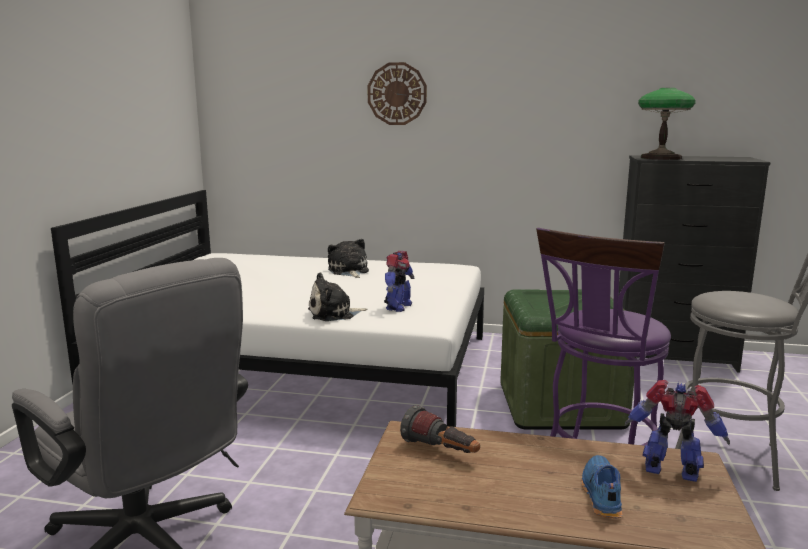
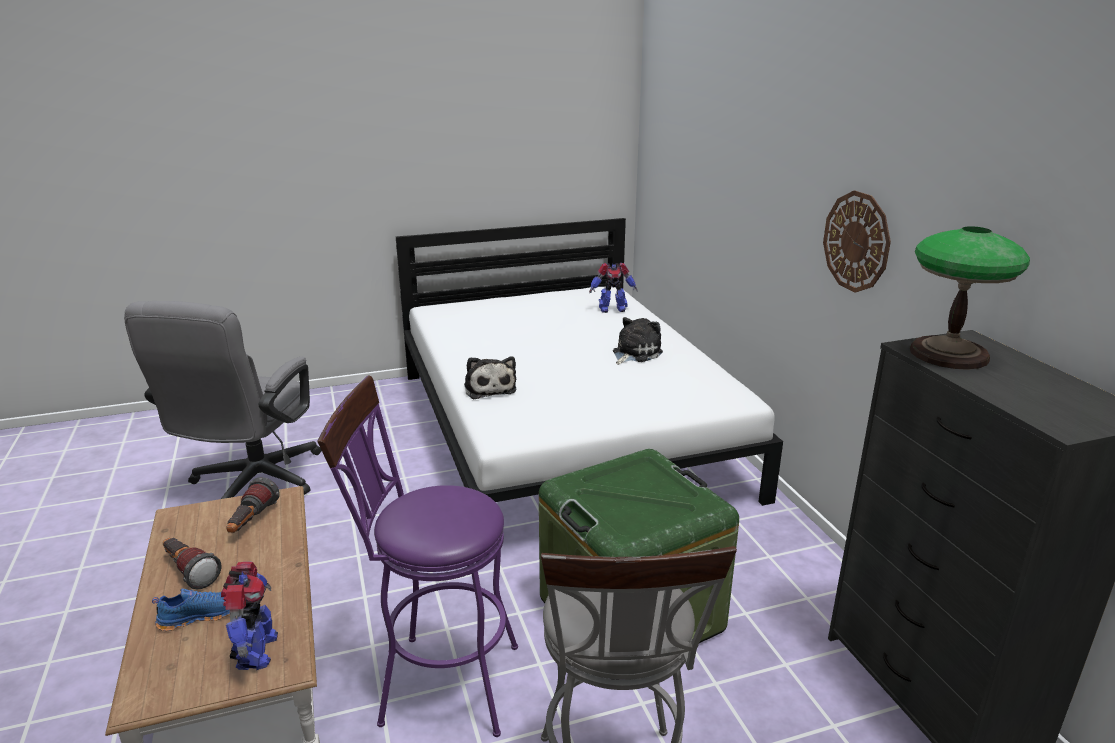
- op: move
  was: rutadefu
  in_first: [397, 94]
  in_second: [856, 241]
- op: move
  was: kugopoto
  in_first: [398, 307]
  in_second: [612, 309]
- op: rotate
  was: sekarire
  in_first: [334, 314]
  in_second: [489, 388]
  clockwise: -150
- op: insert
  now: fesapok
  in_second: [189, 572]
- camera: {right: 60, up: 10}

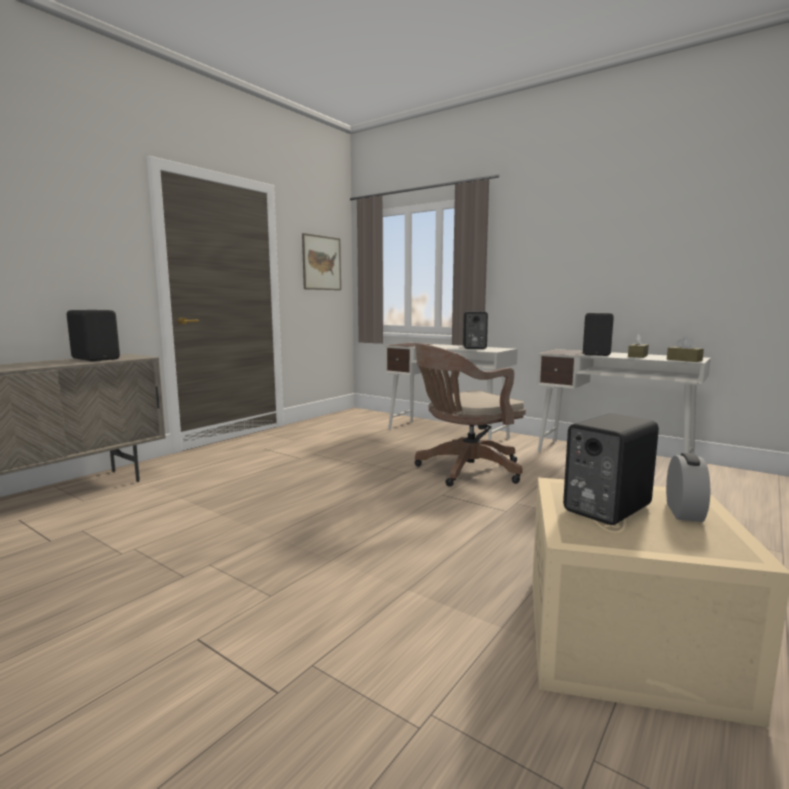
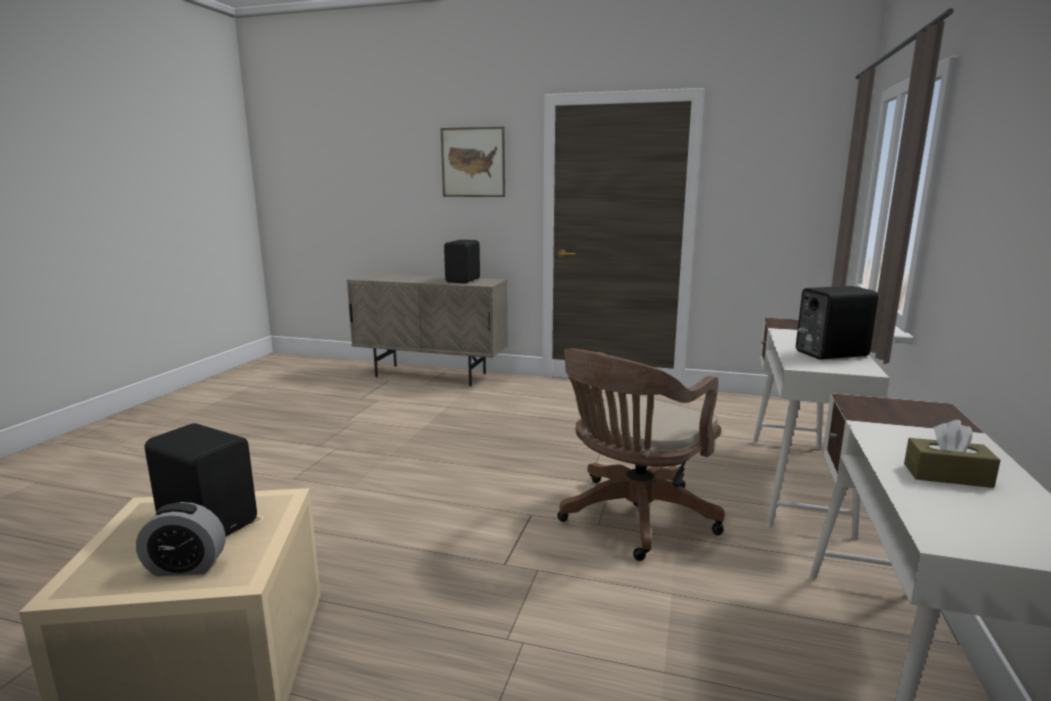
- op: move
  was: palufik
  in_first: [322, 263]
  in_second: [473, 162]
- op: delete
  was: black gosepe
  in_first: [597, 354]
- op: delete
  was: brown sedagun
  in_first: [684, 360]
- op: rotate
  was: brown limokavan
  in_first: [465, 470]
  in_second: [633, 518]
  clockwise: -90
- camera: {right: 70, up: 5}

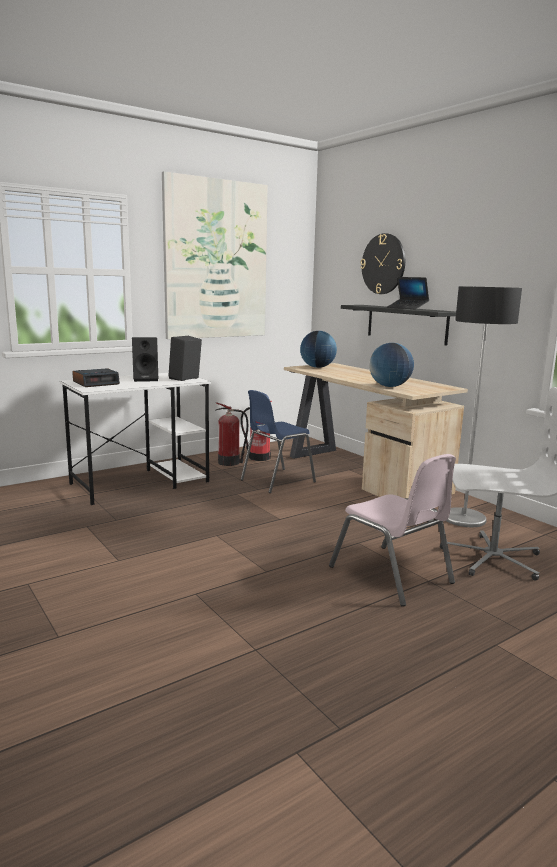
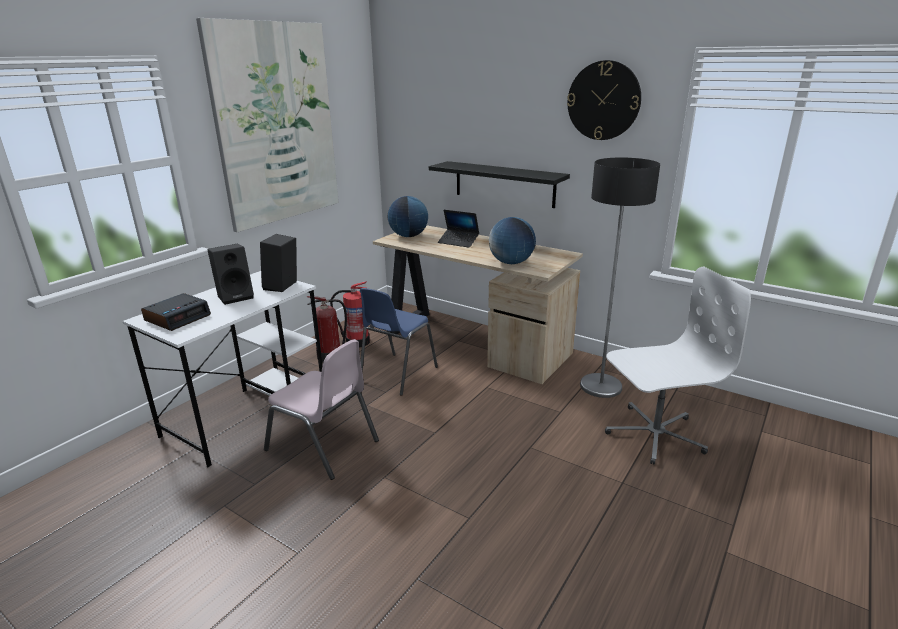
- op: move
  was: rutadefu
  in_first: [383, 264]
  in_second: [603, 101]
- op: move
  was: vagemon
  in_first: [407, 308]
  in_second: [458, 242]
- op: move
  was: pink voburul
  in_first: [391, 575]
  in_second: [323, 445]
- camera: {right: -20, up: 10}

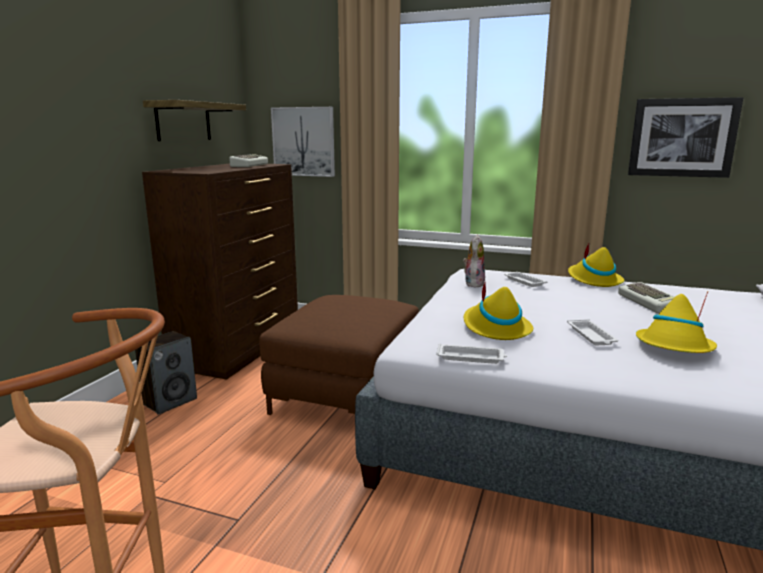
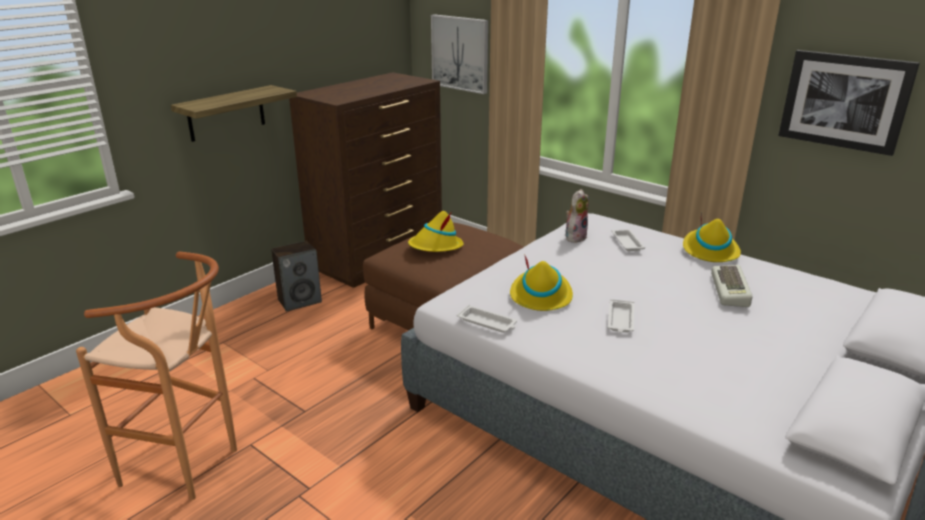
- op: move
  was: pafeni
  in_first: [183, 121]
  in_second: [226, 113]
- op: delete
  was: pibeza
  in_first: [248, 165]
- op: move
  was: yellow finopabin
  in_first: [674, 347]
  in_second: [435, 247]
- camera: {right: 20, up: 10}

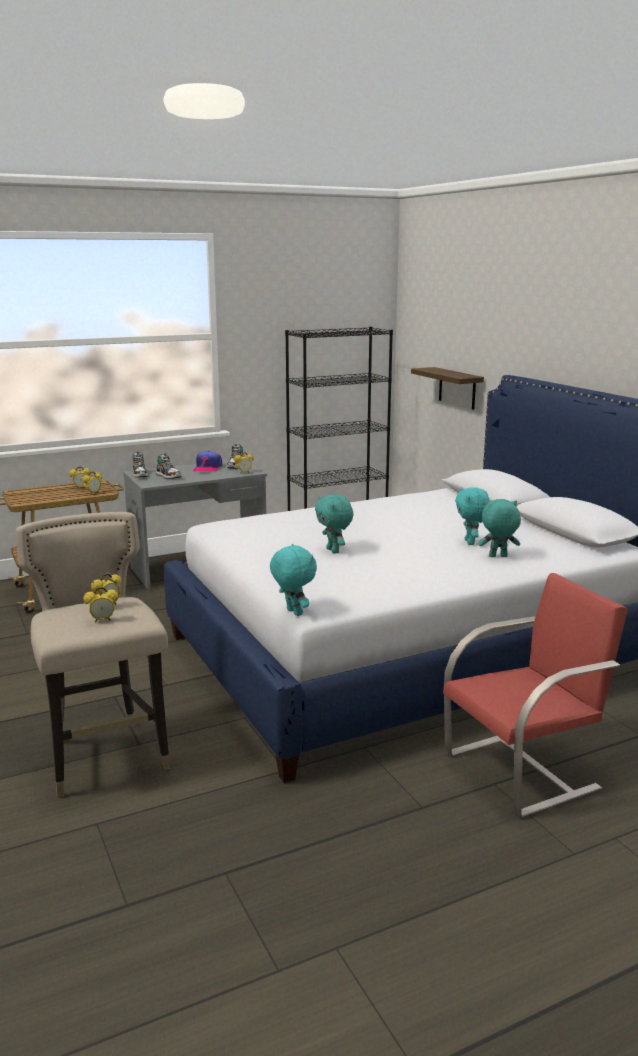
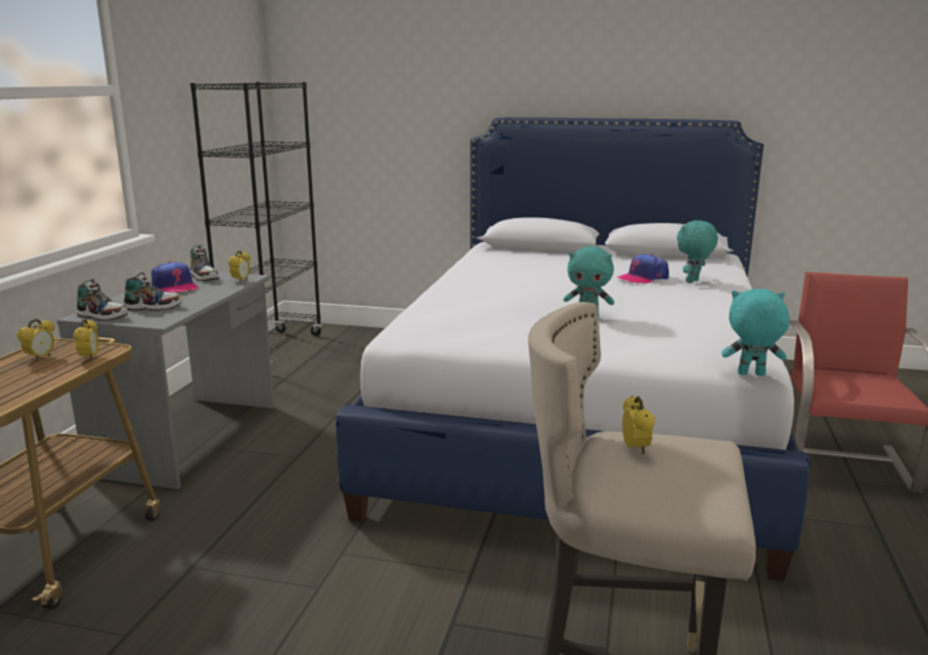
- op: delete
  was: pafeni
  in_first: [457, 388]
- op: replace
  was: turquoise sekarire
  now: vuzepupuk
  in_first: [471, 542]
  in_second: [643, 278]
- op: delete
  was: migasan
  in_first: [102, 620]
- camera: {right: -50, up: 0}

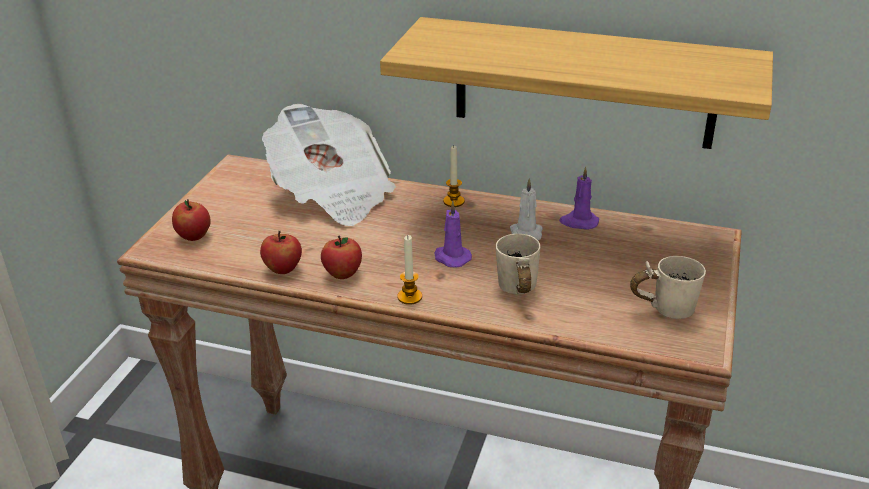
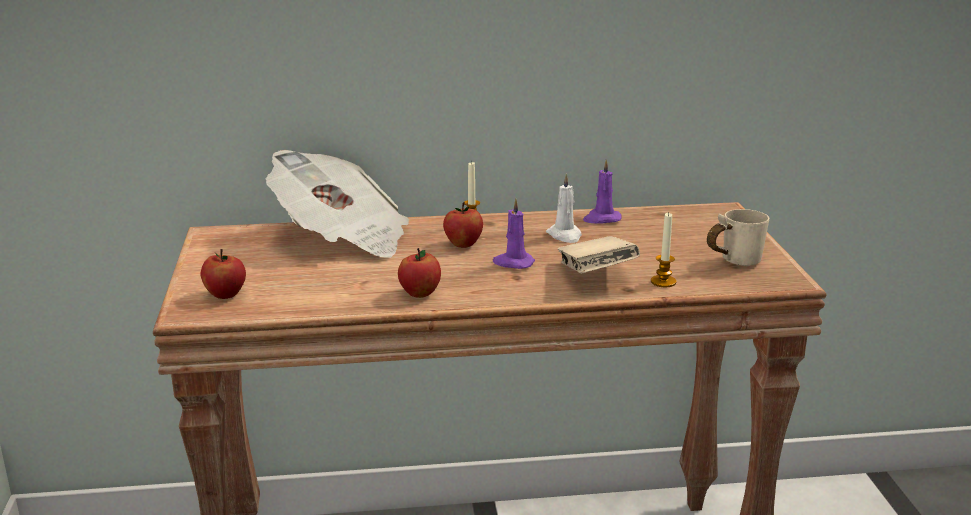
- op: delete
  was: pafeni
  in_first: [583, 83]
- op: move
  was: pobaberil
  in_first: [283, 269]
  in_second: [463, 244]
- op: replace
  was: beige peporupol
  now: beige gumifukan
  in_first: [513, 292]
  in_second: [596, 275]
- op: move
  was: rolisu
  in_first: [409, 297]
  in_second: [663, 282]
- camera: {right: -25, up: -10}

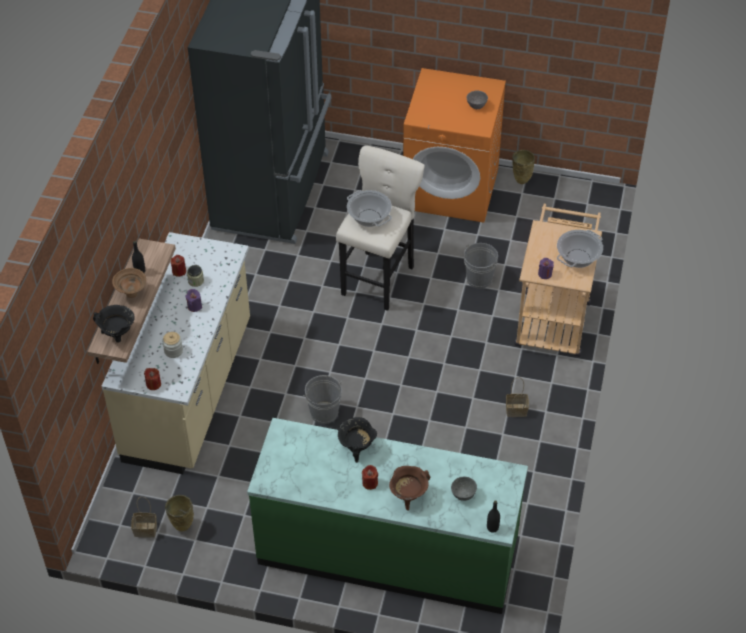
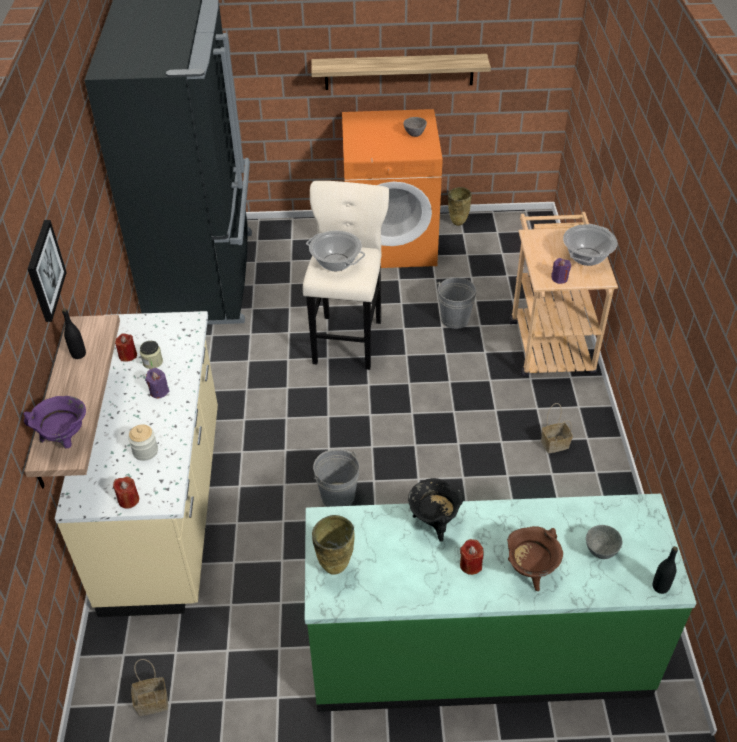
- op: delete
  was: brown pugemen
  in_first: [132, 294]
- op: recolor
  was: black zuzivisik
  now: purple zuzivisik
  in_first: [117, 335]
  in_second: [65, 439]
- op: move
  was: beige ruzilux
  in_first: [182, 527]
  in_second: [335, 569]
- op: insert
  now: pafeni
  in_second: [399, 71]
- op: insert
  now: palufik
  in_second: [44, 270]
- camera: {right: -15, up: -5}

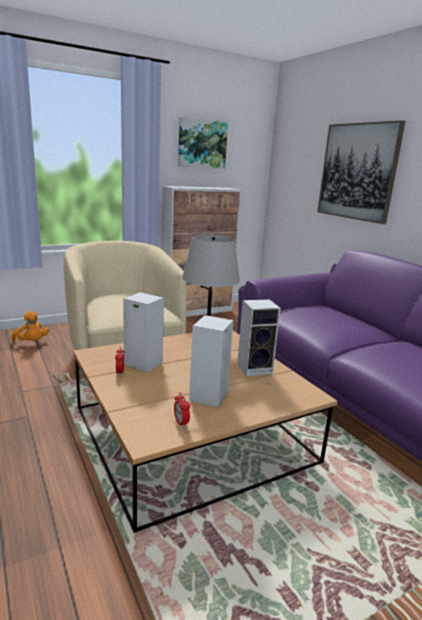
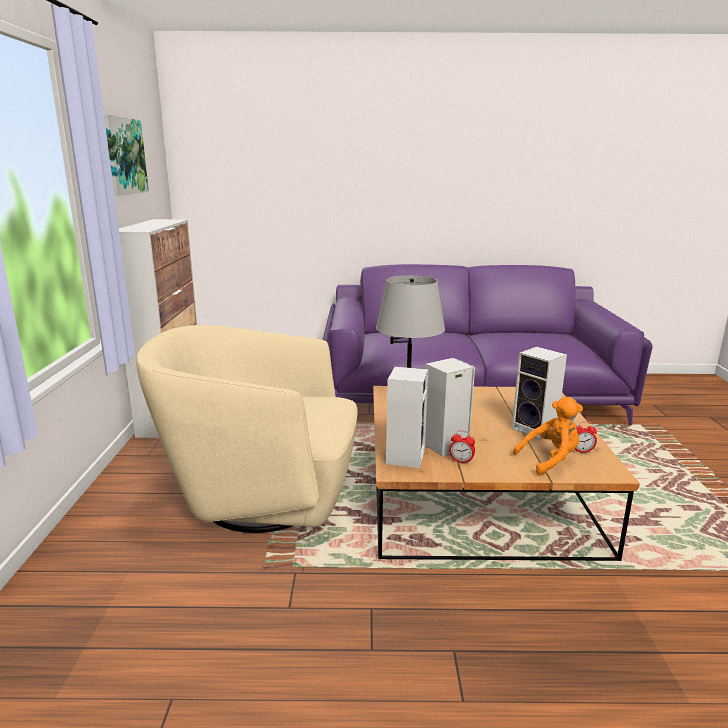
- op: delete
  was: palufik
  in_first: [357, 172]
- op: move
  was: gosepe
  in_first: [255, 368]
  in_second: [405, 456]
- op: move
  was: orange sekarire
  in_first: [32, 342]
  in_second: [550, 460]
- camera: {right: -60, up: 0}

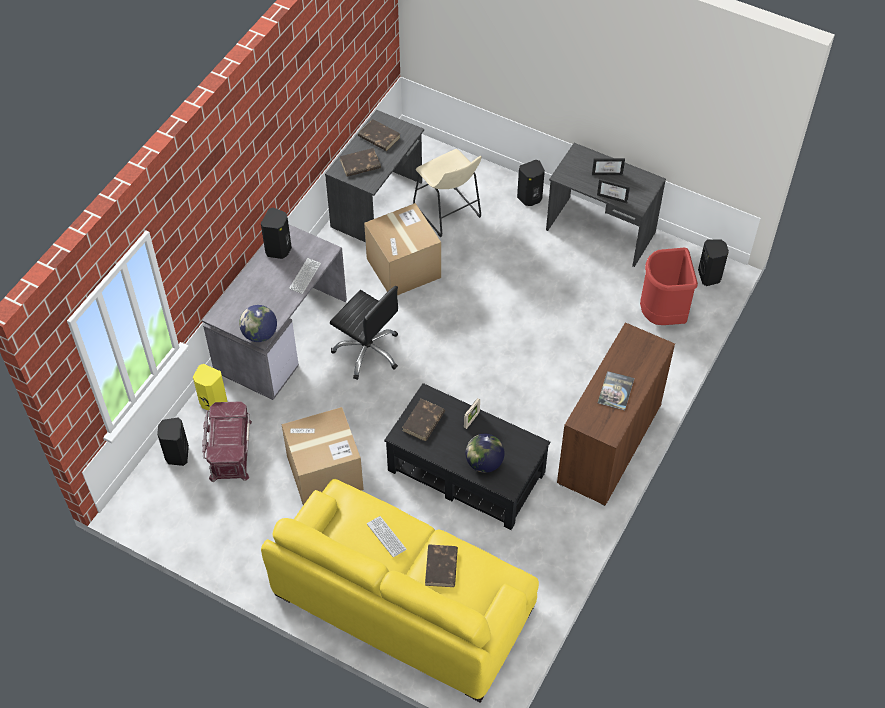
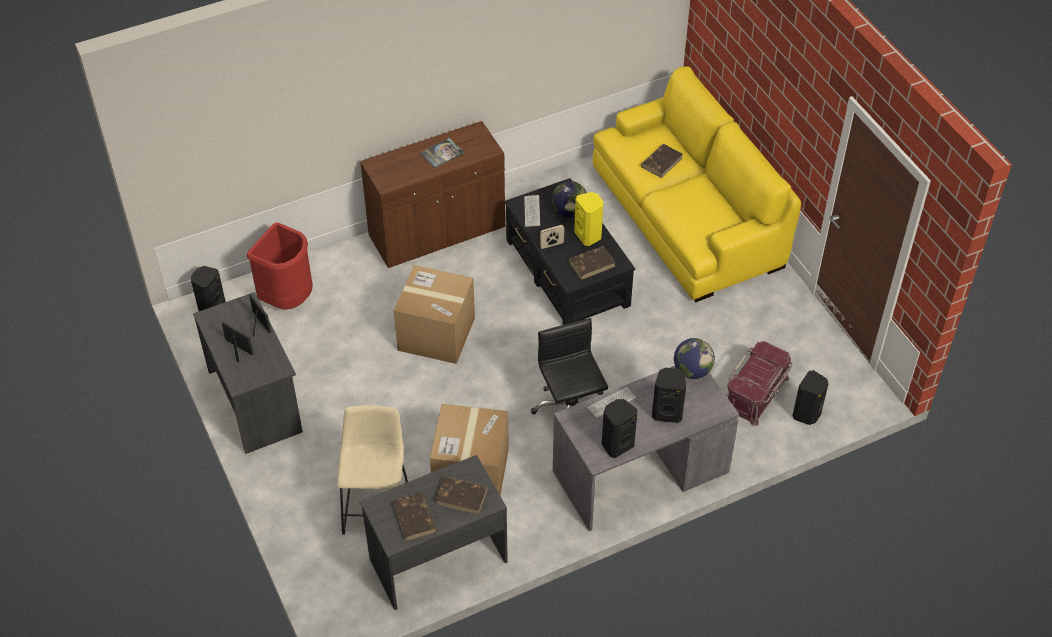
- op: move
  was: black gosepe
  in_first: [530, 198]
  in_second: [667, 412]
- op: move
  was: yellow gosepe
  in_first: [212, 402]
  in_second: [589, 235]
- op: move
  was: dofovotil
  in_first: [325, 473]
  in_second: [436, 334]
- op: move
  was: pibeza
  in_first: [386, 537]
  in_second: [532, 211]
- camera: {right: -145, up: -5}

